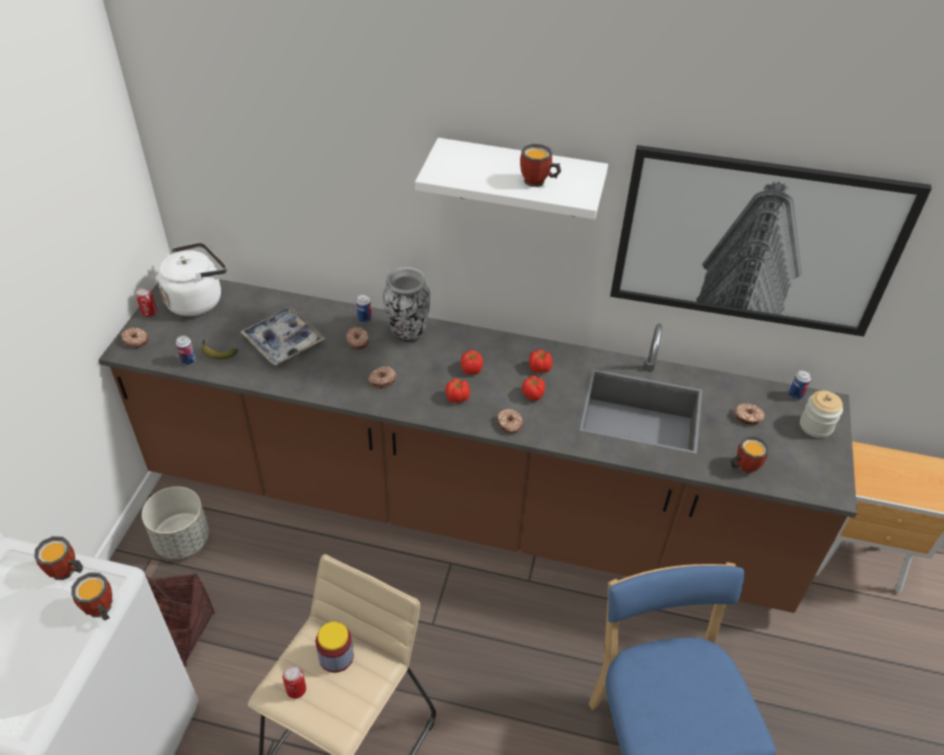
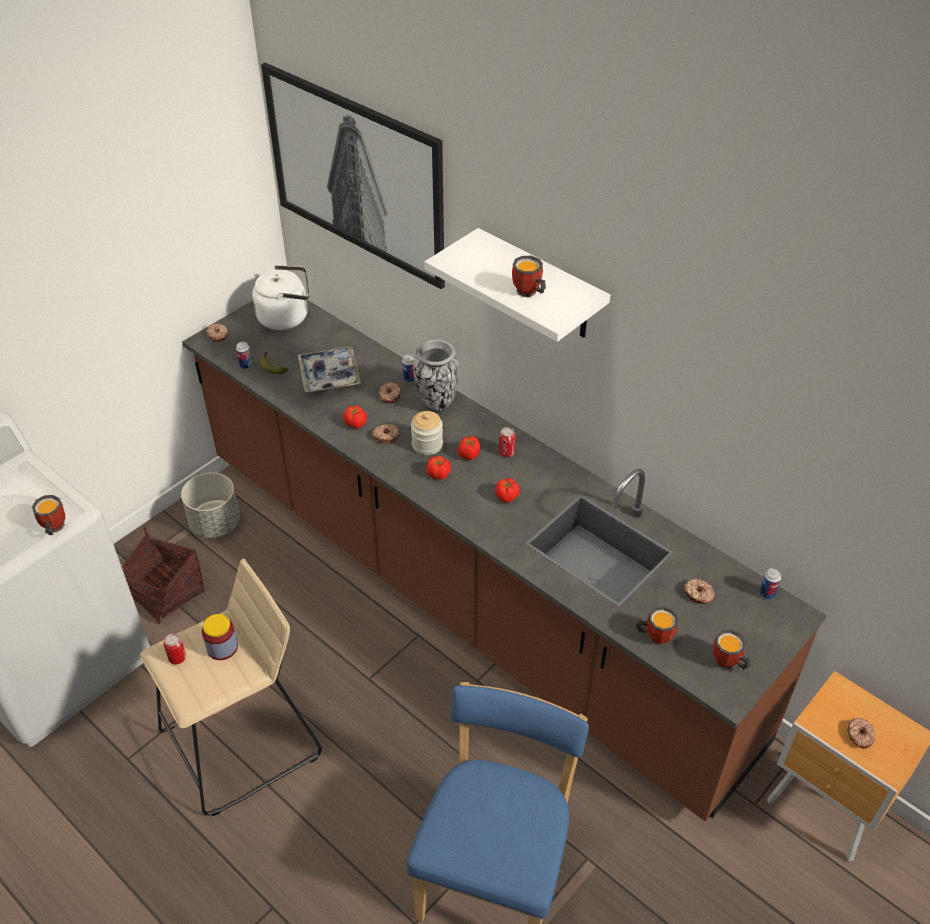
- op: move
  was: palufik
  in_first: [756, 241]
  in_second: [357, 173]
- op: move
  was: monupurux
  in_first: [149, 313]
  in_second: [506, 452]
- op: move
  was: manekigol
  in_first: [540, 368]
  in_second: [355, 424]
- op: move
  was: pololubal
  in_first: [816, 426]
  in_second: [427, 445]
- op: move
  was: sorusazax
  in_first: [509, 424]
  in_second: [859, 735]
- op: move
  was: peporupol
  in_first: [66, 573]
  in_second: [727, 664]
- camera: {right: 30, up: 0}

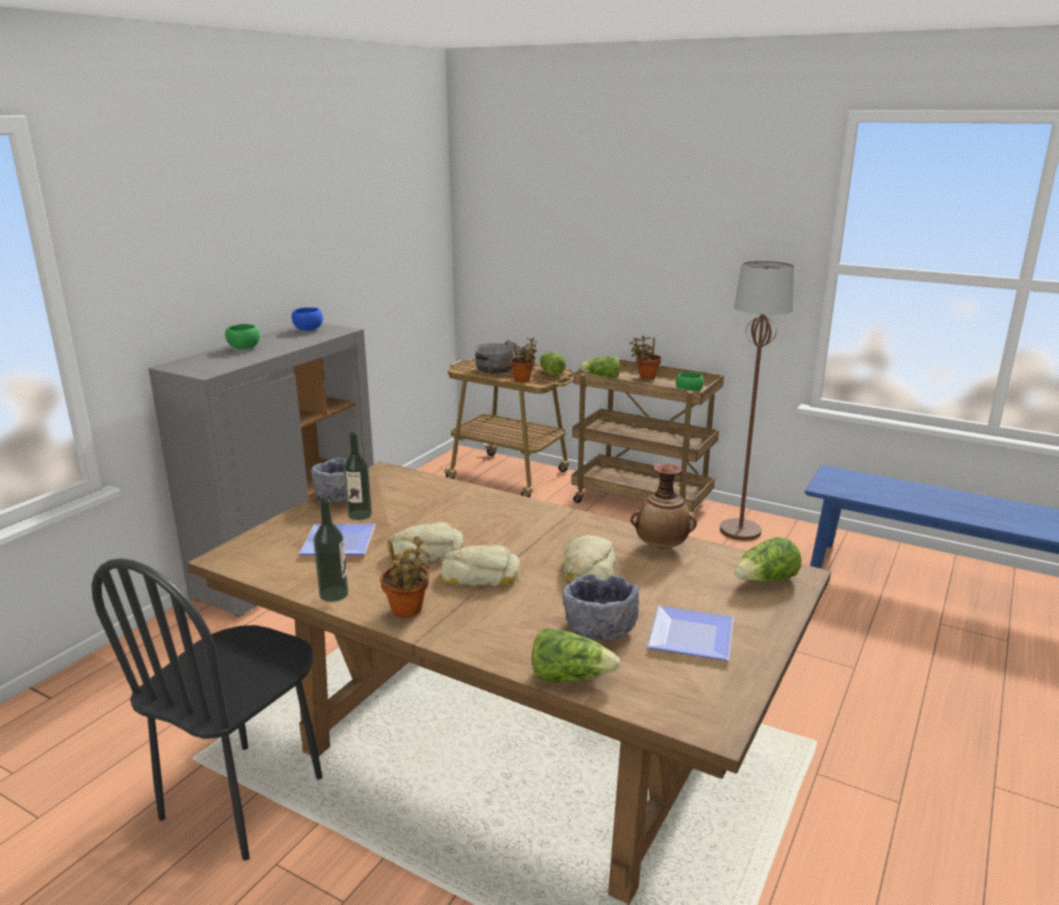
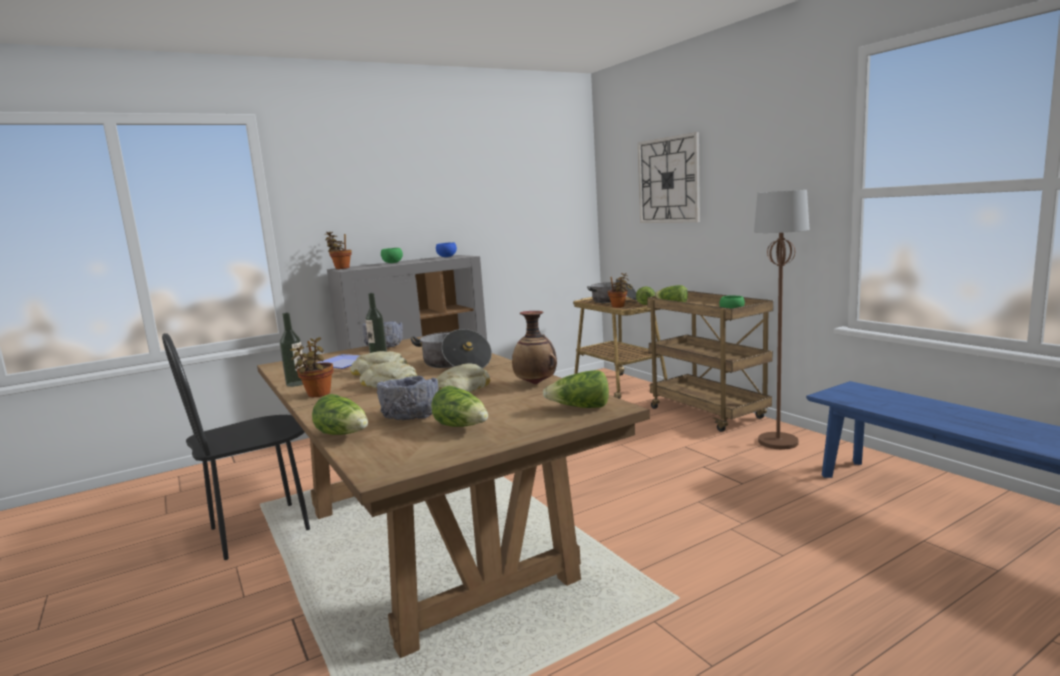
- op: move
  was: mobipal
  in_first: [645, 377]
  in_second: [341, 268]
- op: replace
  was: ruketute
  now: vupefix
  in_first: [688, 634]
  in_second: [462, 427]
- op: insert
  now: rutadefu
  in_second: [668, 180]
- op: insert
  now: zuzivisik
  in_second: [454, 364]
- camera: {right: 30, up: -10}

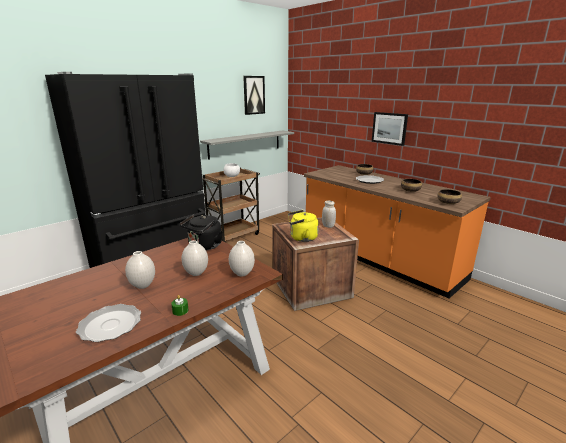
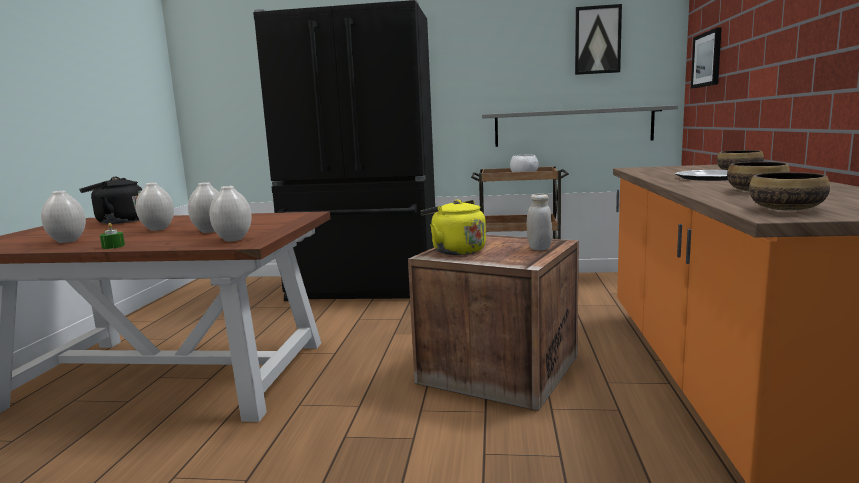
- op: move
  was: palufik
  in_first: [389, 128]
  in_second: [707, 59]
- op: move
  was: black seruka
  in_first: [204, 246]
  in_second: [118, 222]
- op: replace
  was: ruketute
  now: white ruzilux
  in_first: [110, 324]
  in_second: [68, 241]
- camera: {right: 50, up: -10}

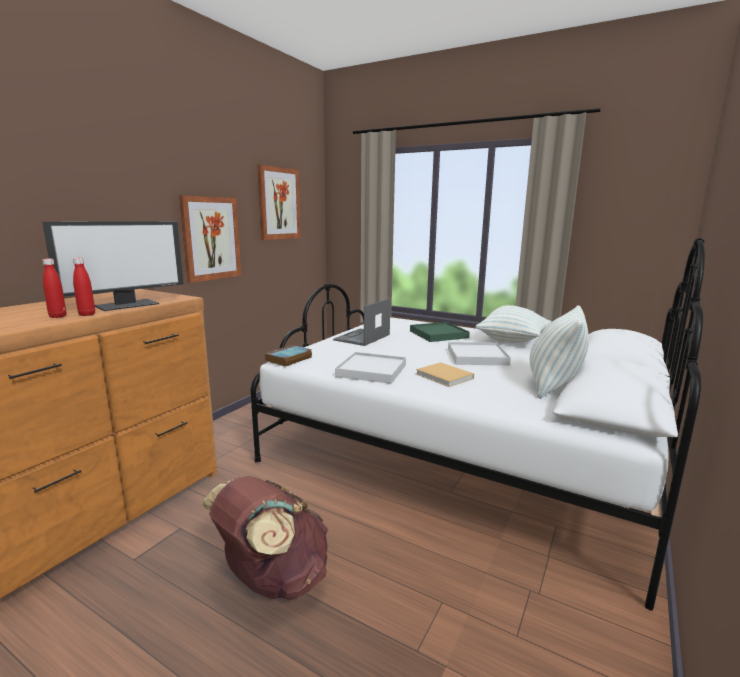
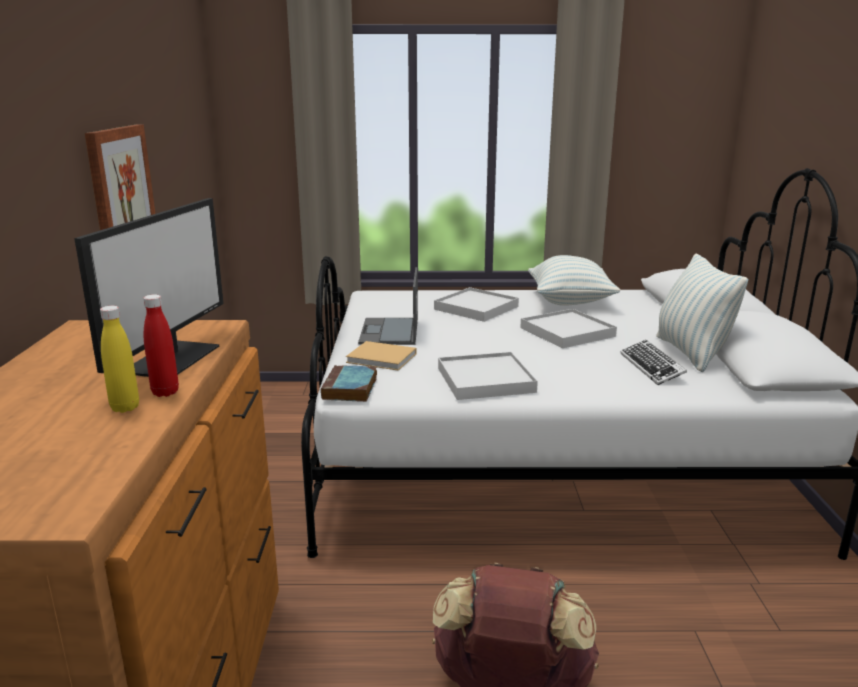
- op: delete
  was: palufik
  in_first: [278, 203]
- op: recolor
  was: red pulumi
  now: yellow pulumi
  in_first: [58, 316]
  in_second: [125, 408]
- op: recolor
  was: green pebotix
  now: white pebotix
  in_first: [438, 334]
  in_second: [476, 308]
- op: move
  was: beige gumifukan
  in_first: [445, 377]
  in_second: [383, 358]
- op: insert
  now: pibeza
  in_second: [651, 367]
- camera: {right: -30, up: 5}

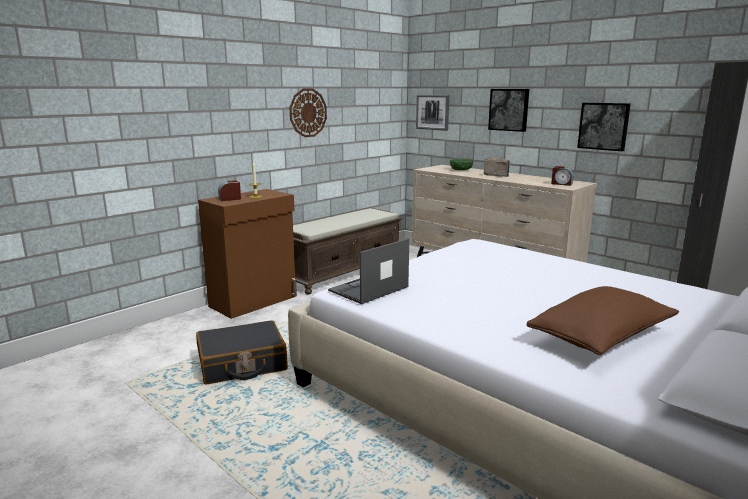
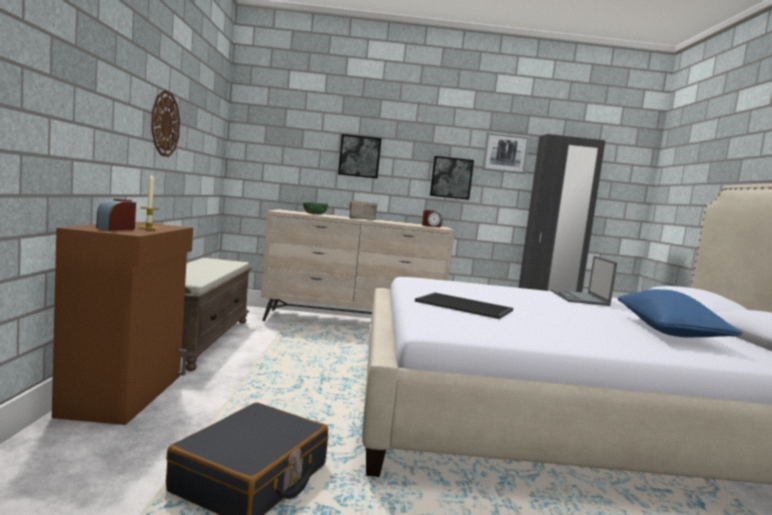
- op: move
  was: palufik
  in_first: [432, 112]
  in_second: [505, 153]
- op: move
  was: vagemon
  in_first: [368, 289]
  in_second: [579, 298]
- op: recolor
  was: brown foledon
  now: blue foledon
  in_first: [601, 338]
  in_second: [668, 332]
- op: insert
  now: pebotix
  in_second: [465, 306]
- camera: {right: -45, up: -10}

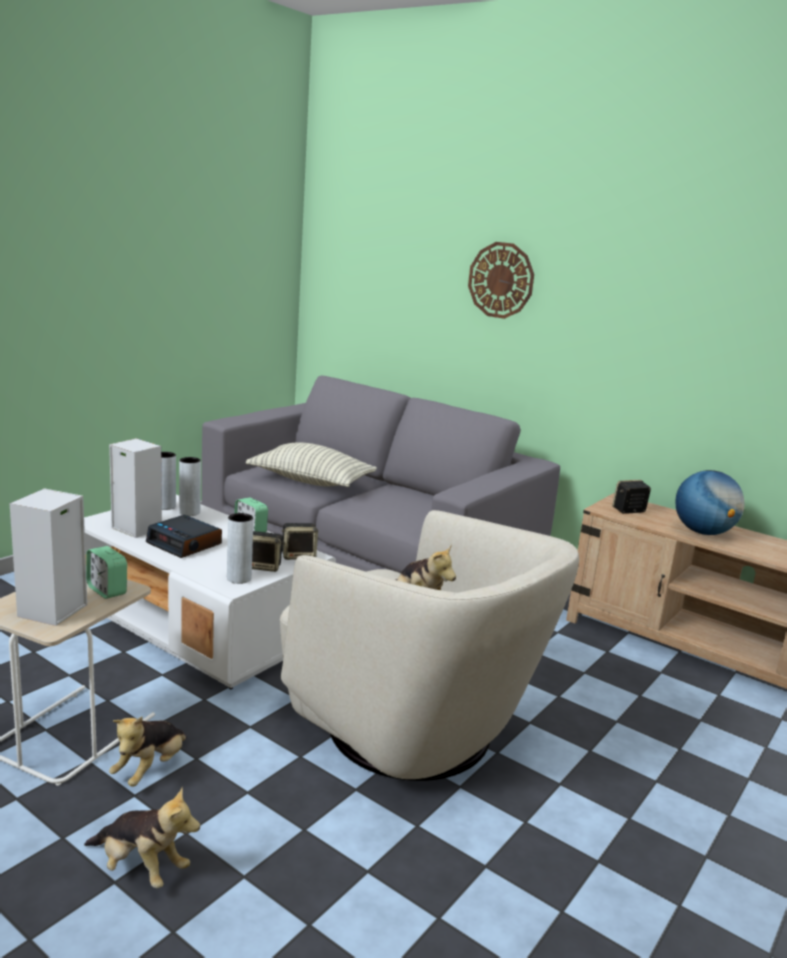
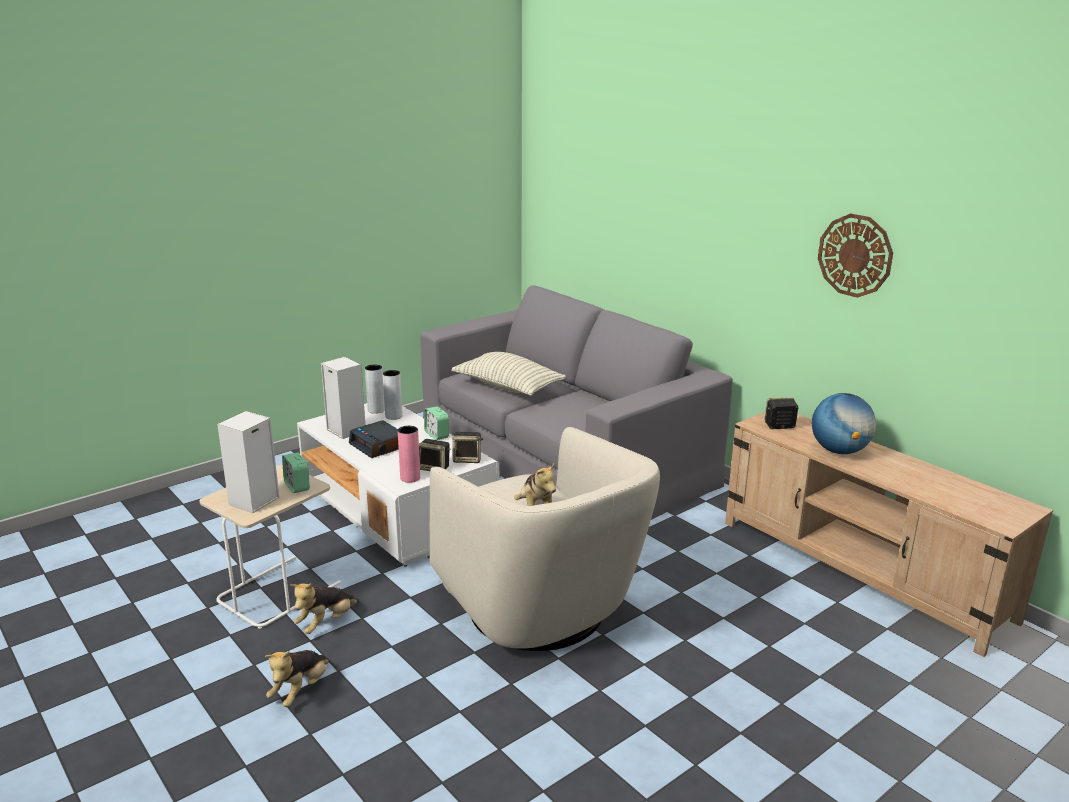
- op: move
  was: rutadefu
  in_first: [501, 280]
  in_second: [855, 255]
- op: recolor
  was: grey ruzilux
  now: pink ruzilux
  in_first: [239, 578]
  in_second: [410, 478]
- op: rotate
  was: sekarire
  in_first: [141, 868]
  in_second: [300, 690]
  clockwise: 75
- camera: {right: 15, up: 5}

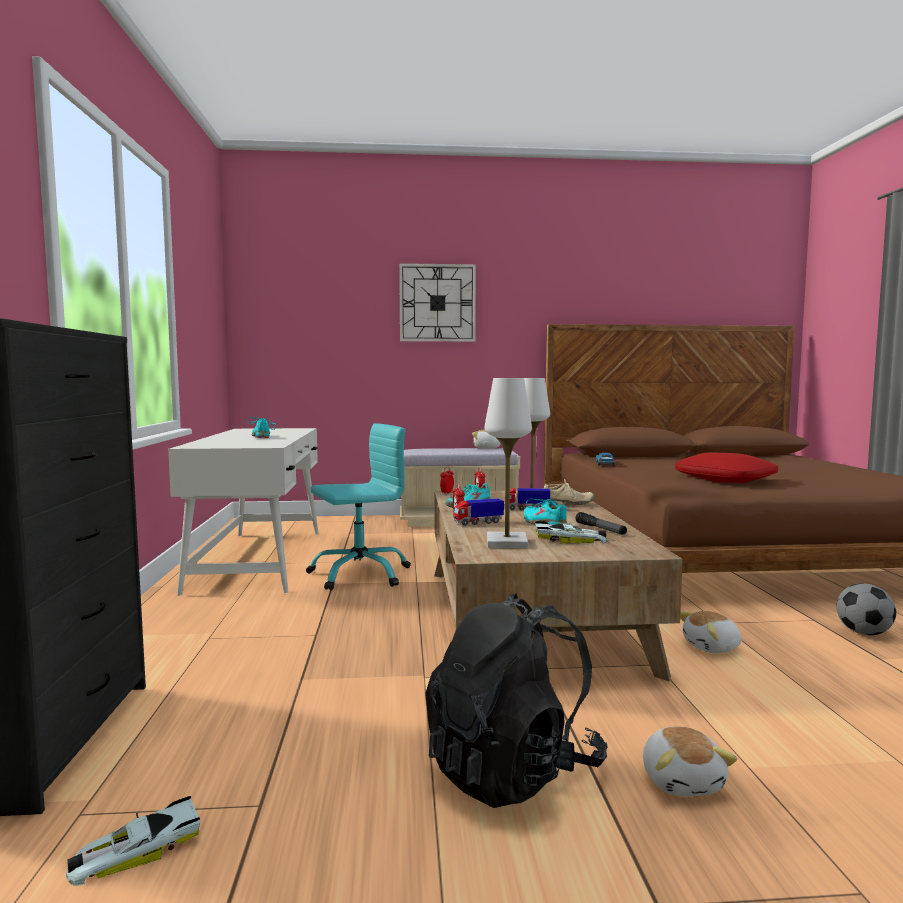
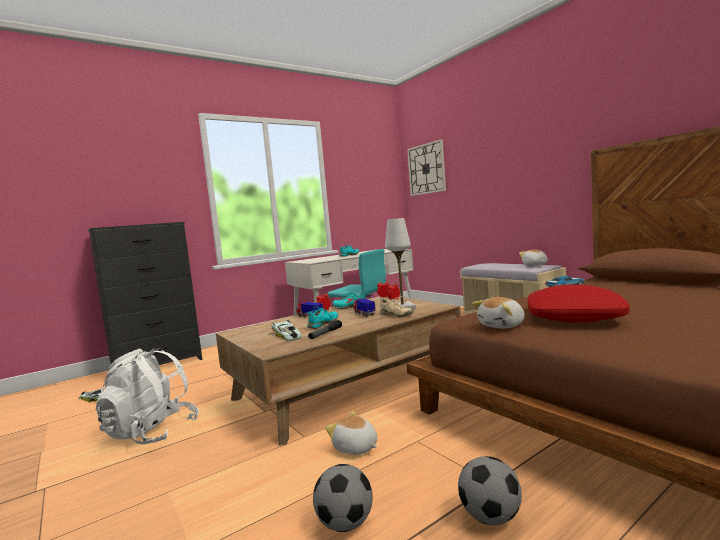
- op: move
  was: rutadefu
  in_first: [437, 303]
  in_second: [426, 169]
- op: delete
  was: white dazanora
  in_first: [506, 543]
- op: recolor
  was: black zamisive
  now: white zamisive
  in_first: [513, 771]
  in_second: [151, 433]
- op: move
  was: sekarire
  in_first: [682, 781]
  in_second: [502, 326]
- op: insert
  now: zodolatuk
  in_second: [345, 524]
- camera: {right: 60, up: 0}

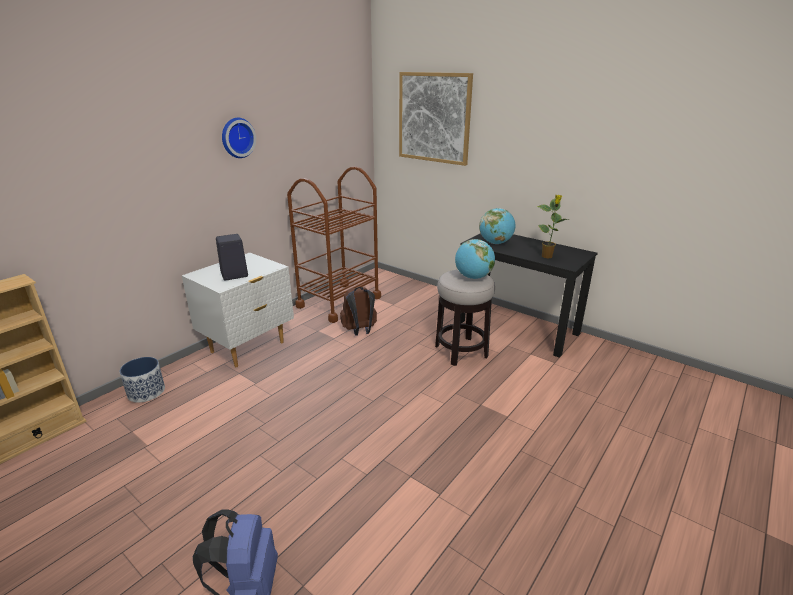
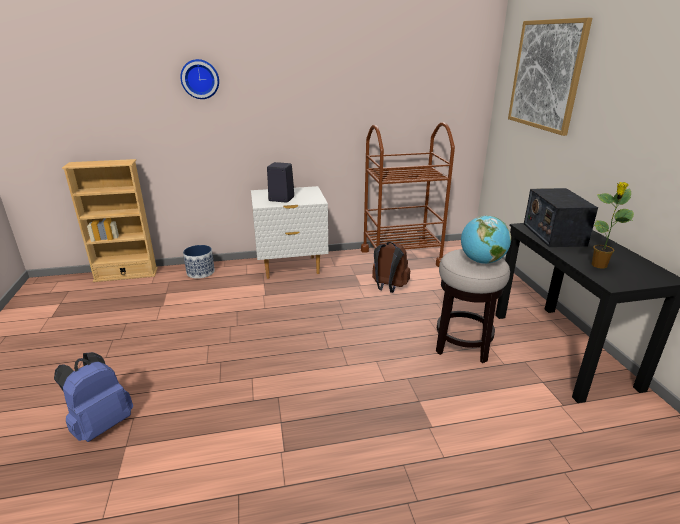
- op: move
  was: rutadefu
  in_first: [237, 137]
  in_second: [200, 79]
- op: replace
  was: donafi
  now: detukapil
  in_first: [495, 243]
  in_second: [553, 234]
- camera: {right: 40, up: 0}

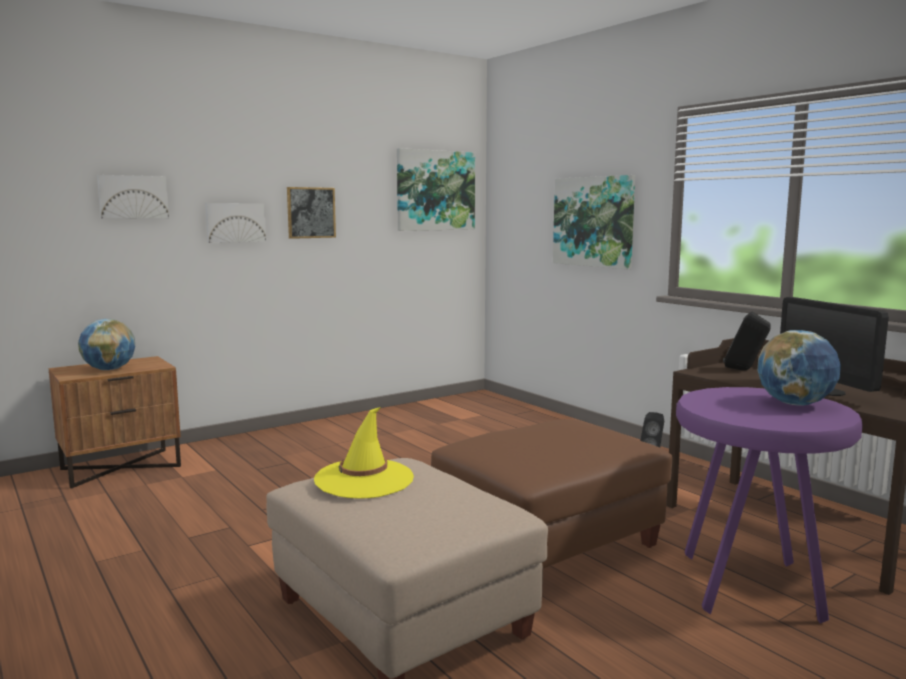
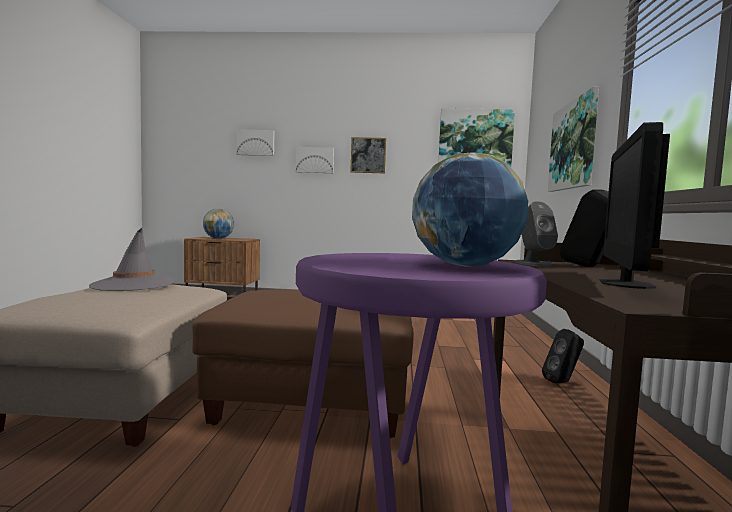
- op: recolor
  was: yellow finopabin
  now: grey finopabin
  in_first: [364, 479]
  in_second: [134, 284]
- op: insert
  now: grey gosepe
  in_second: [533, 264]
- camera: {right: 40, up: -5}

